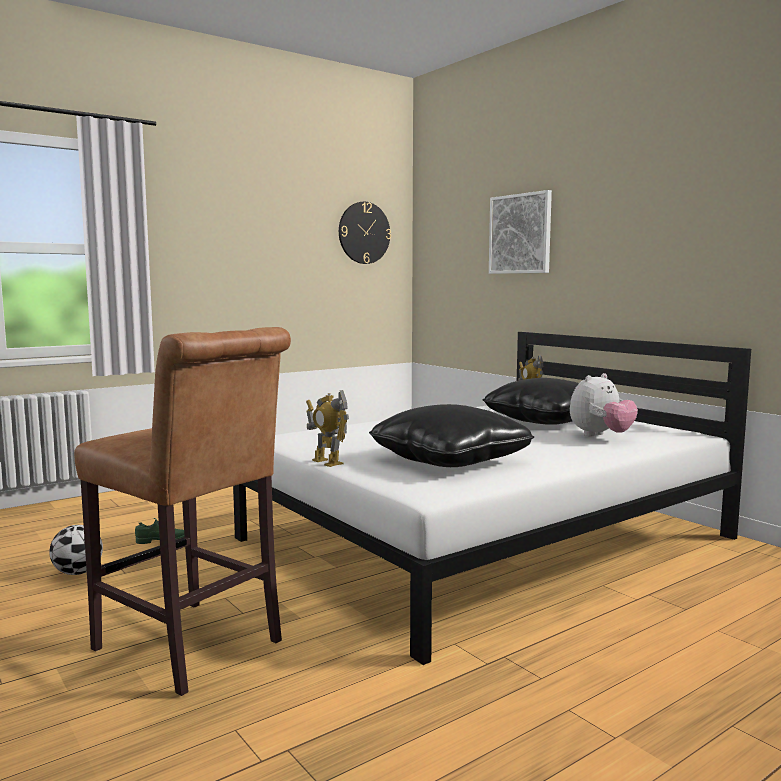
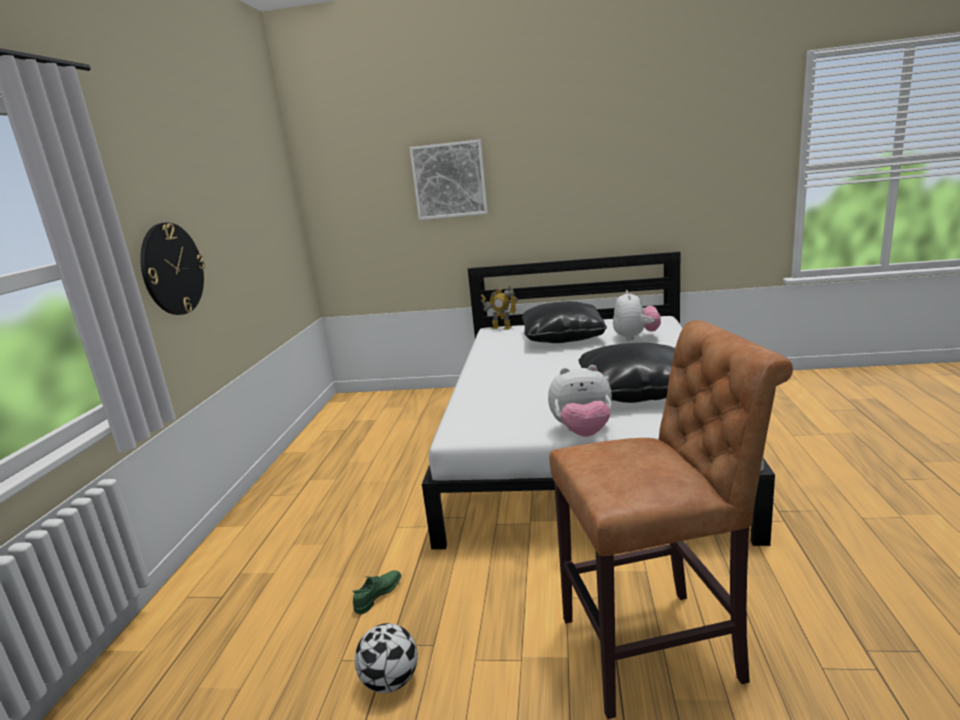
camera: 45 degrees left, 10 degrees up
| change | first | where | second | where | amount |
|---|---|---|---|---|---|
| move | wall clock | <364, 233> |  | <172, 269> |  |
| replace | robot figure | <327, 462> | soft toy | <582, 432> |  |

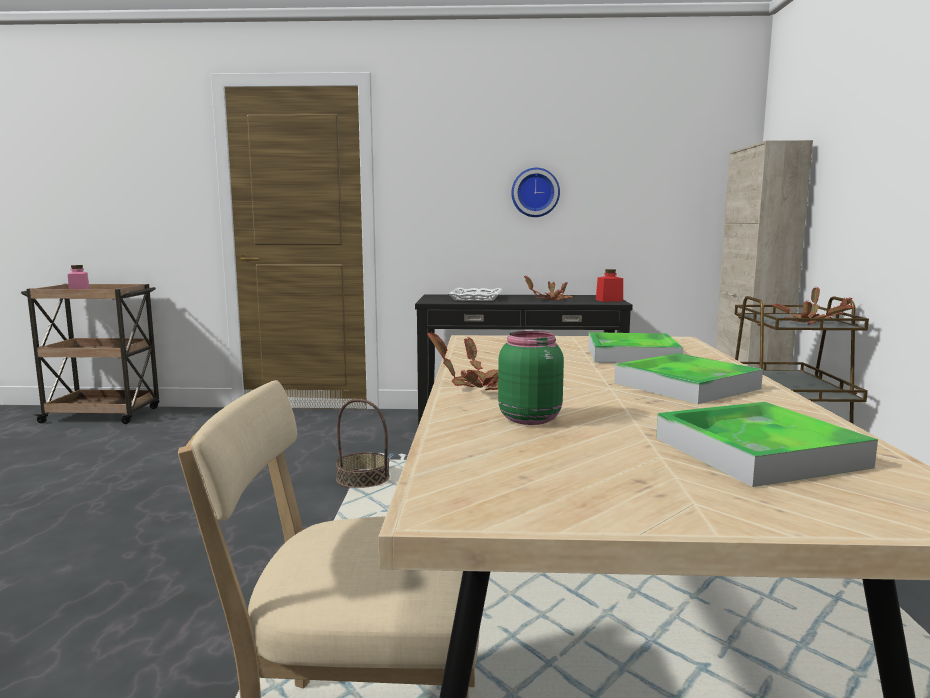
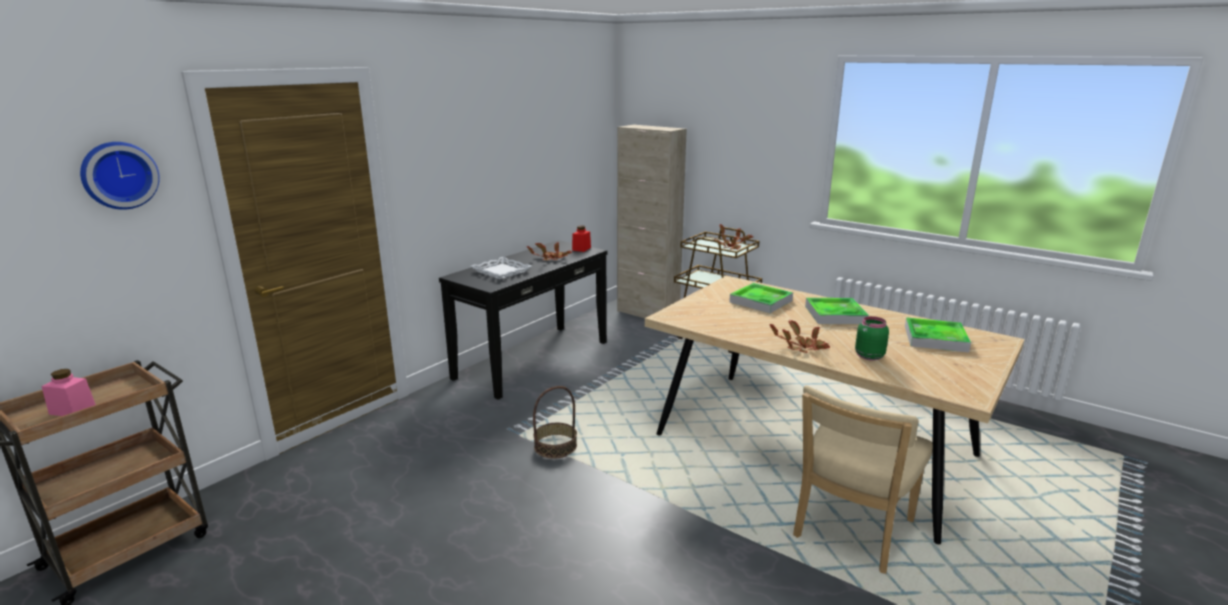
camera: 55 degrees left, 10 degrees up
| change | first | where | second | where | amount |
|---|---|---|---|---|---|
| move | wall clock | <535, 192> |  | <118, 175> |  |

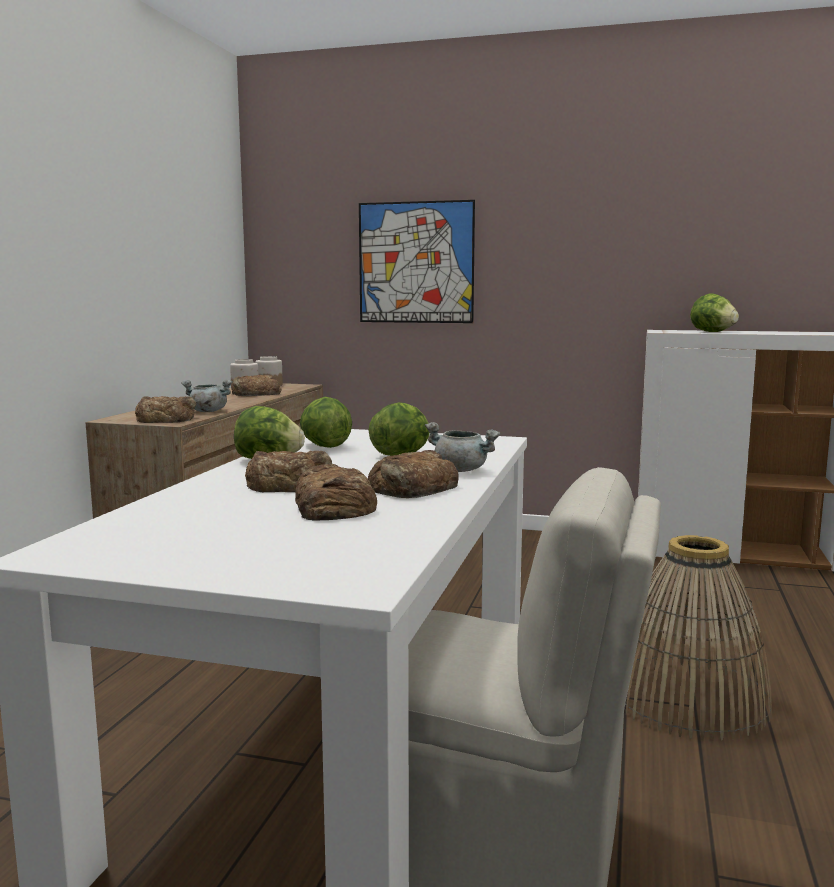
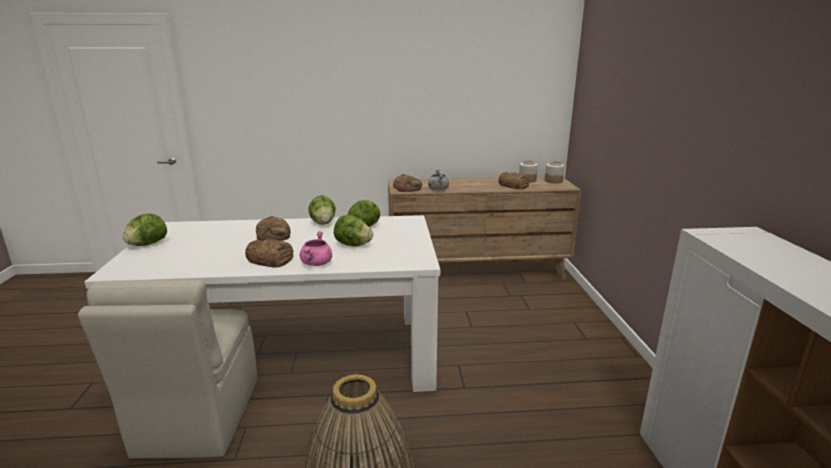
camera: 70 degrees right, 10 degrees up
| change | first | where | second | where | amount |
|---|---|---|---|---|---|
| delete | wall picture | <416, 262> |  |  |  |
| move | lettuce | <712, 332> |  | <147, 244> |  |
| recolor | stockpot (grey) | <462, 470> | stockpot (pinkish) | <317, 264> |  |
| delete | baked bread | <333, 506> |  |  |  |

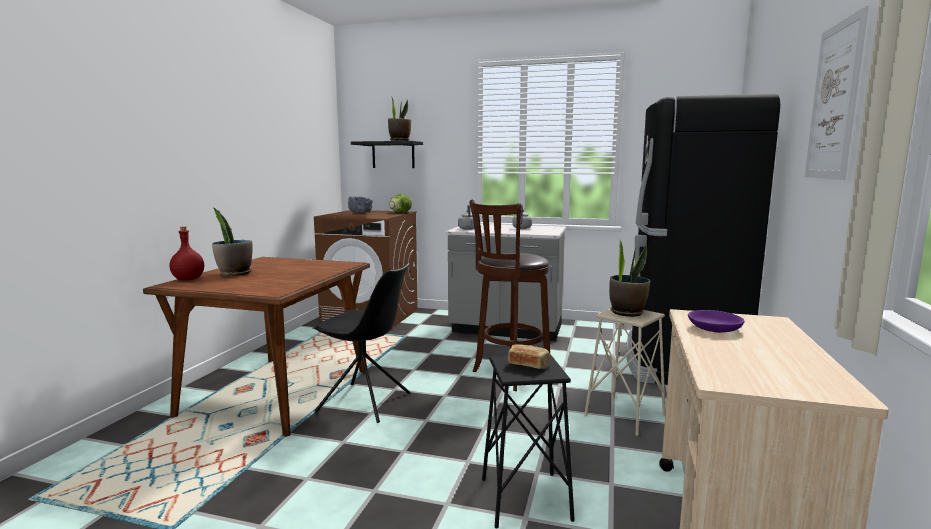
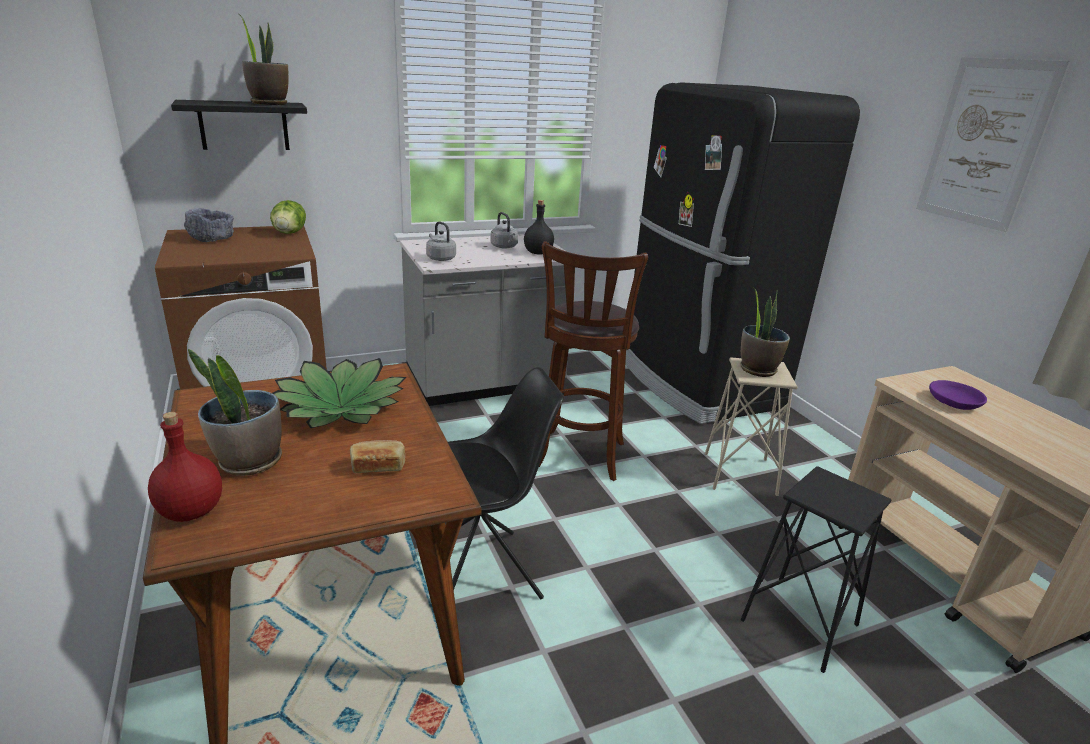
camera: 40 degrees left, 15 degrees up
| change | first | where | second | where | amount |
|---|---|---|---|---|---|
| move | baked bread | <528, 365> |  | <378, 466> |  |
| insert |  |  | drink bottle (blackish) | <537, 253> |  |
| insert |  |  | houseplant | <341, 407> |  |

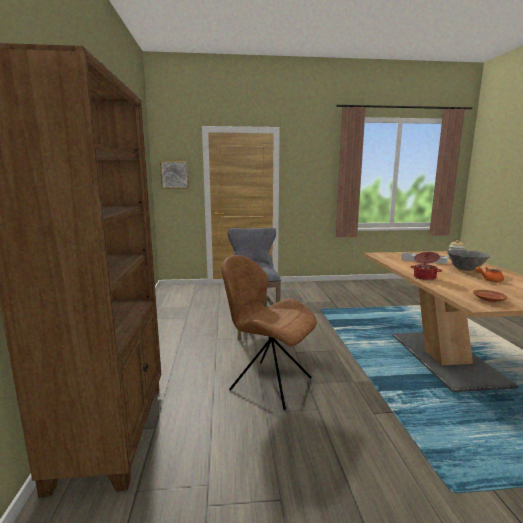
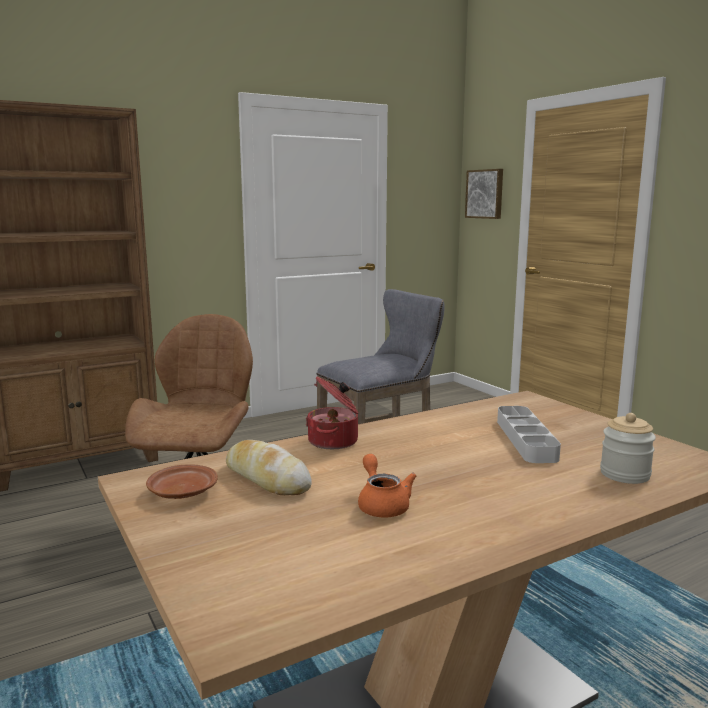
camera: 65 degrees right, 0 degrees up
| change | first | where | second | where | amount |
|---|---|---|---|---|---|
| delete | serving bowl (grey) | <465, 270> |  |  |  |
| insert |  |  | baked bread | <266, 478> |  |

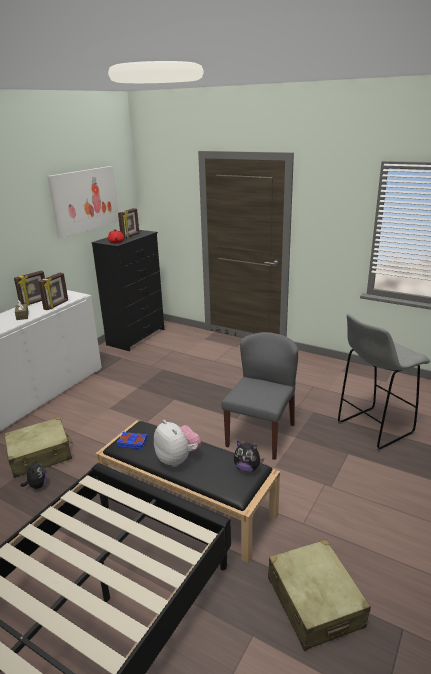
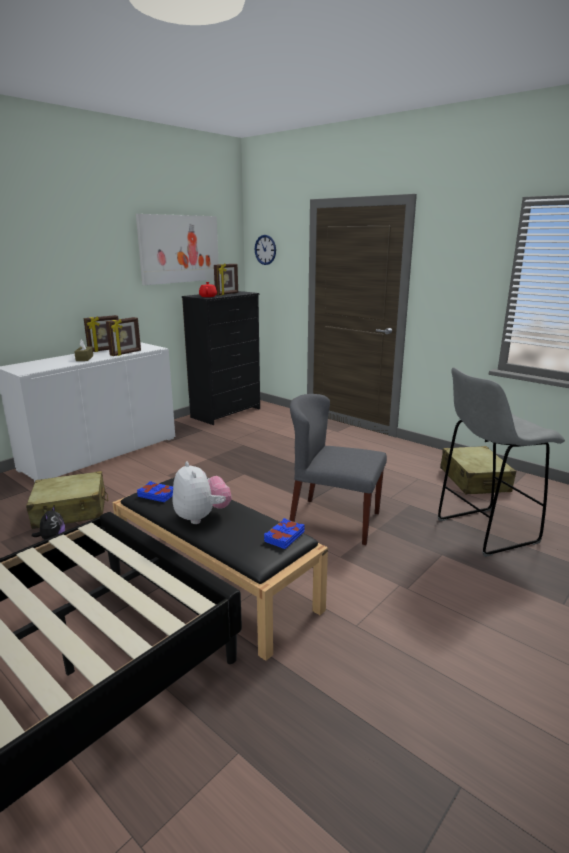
camera: 10 degrees right, 5 degrees down
| change | first | where | second | where | amount |
|---|---|---|---|---|---|
| rotate | chair (grey) | <260, 435> |  | <334, 521> | 105 degrees counterclockwise |
| replace | soft toy | <247, 468> | volume (bluish) | <284, 536> |  |
| move | suitcase (sand-coloured) | <314, 602> |  | <474, 480> |  |
| insert |  |  | wall clock | <265, 250> |  |

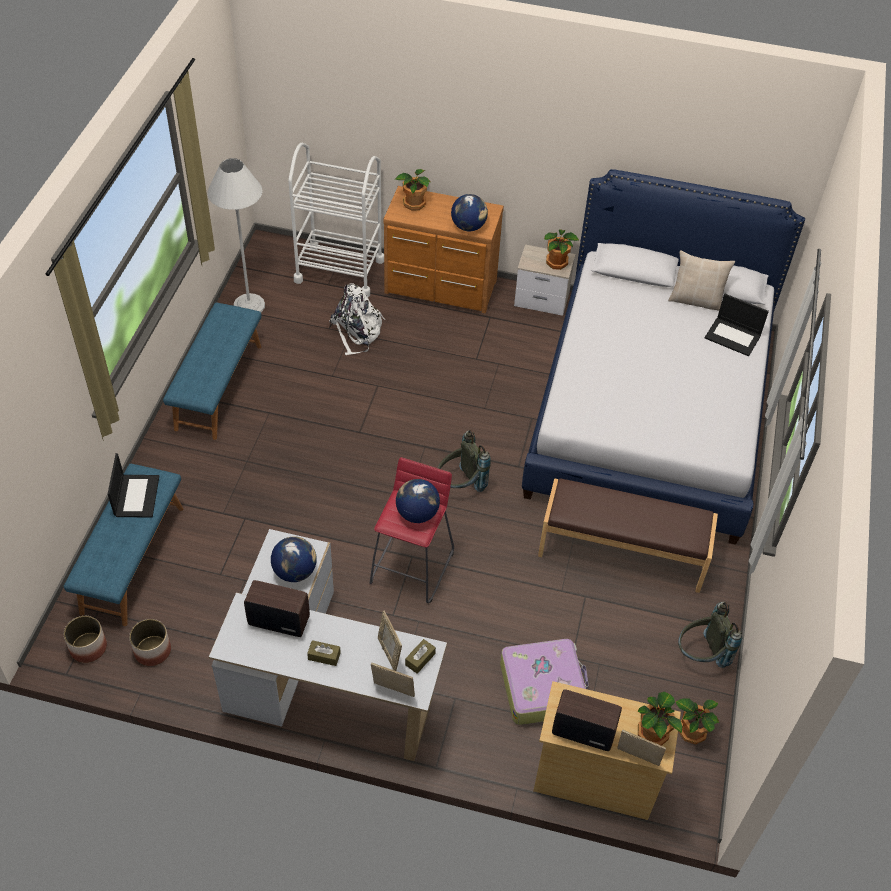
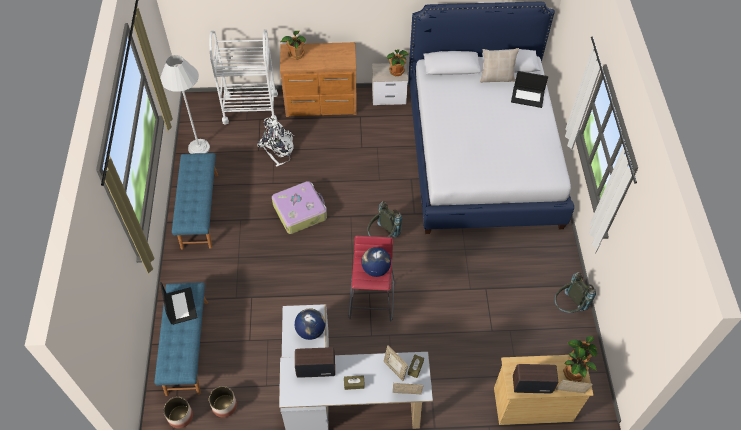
camera: 15 degrees left, 5 degrees up
| change | first | where | second | where | amount |
|---|---|---|---|---|---|
| delete | globe | <468, 226> |  |  |  |
| delete | long seat (brown-coloured) | <622, 551> |  |  |  |
| move | suitcase | <543, 687> |  | <300, 211> |  |

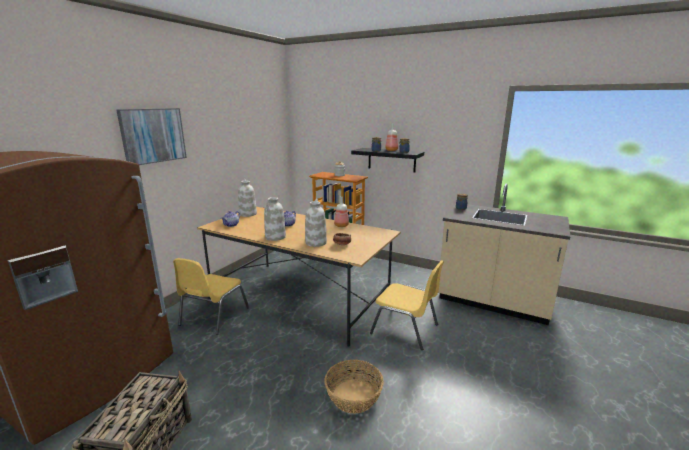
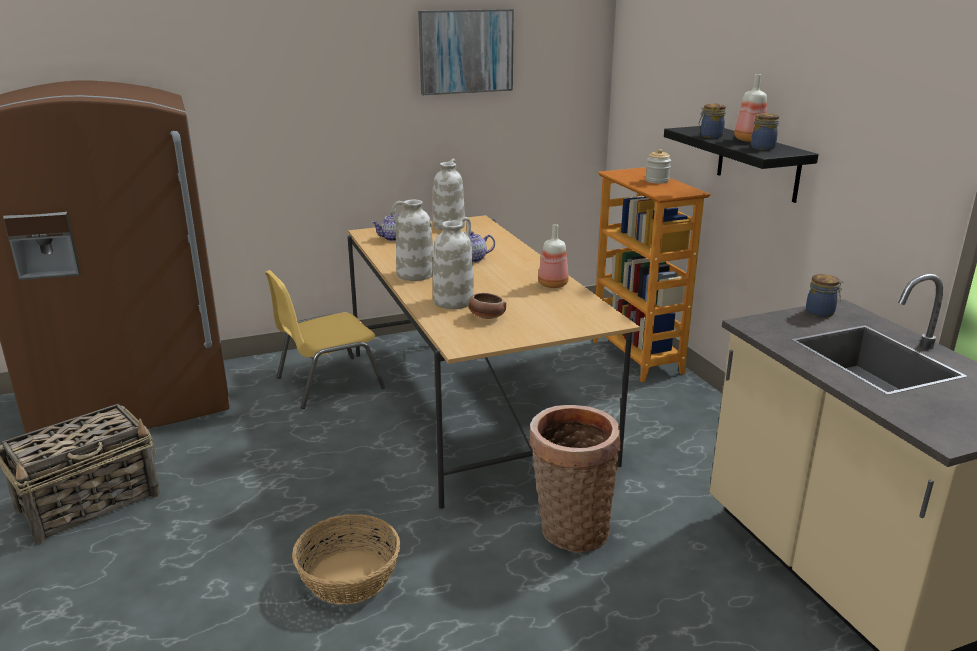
camera: 40 degrees right, 5 degrees up
| change | first | where | second | where | amount |
|---|---|---|---|---|---|
| move | wall picture | <153, 135> |  | <466, 51> |  |
| replace | chair (yellow) | <406, 329> | basket | <569, 530> |  |

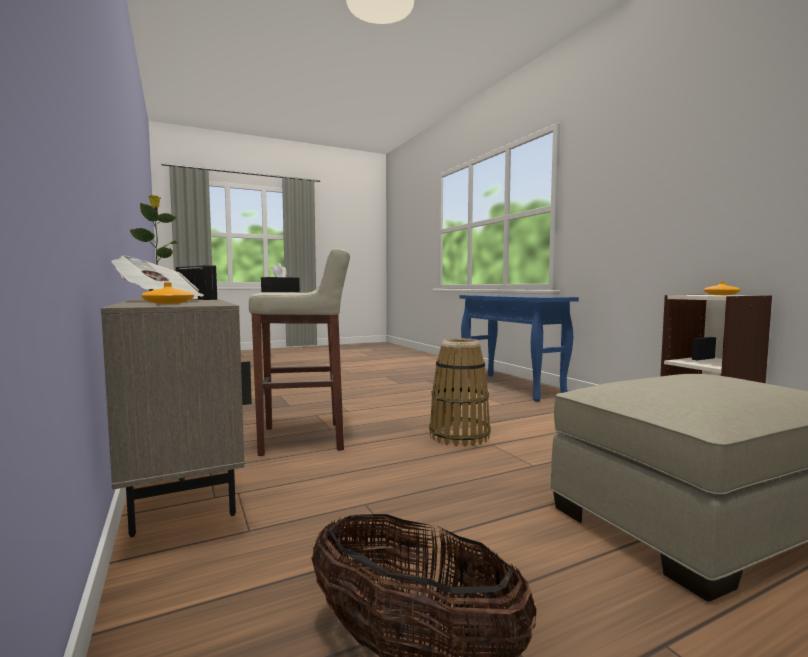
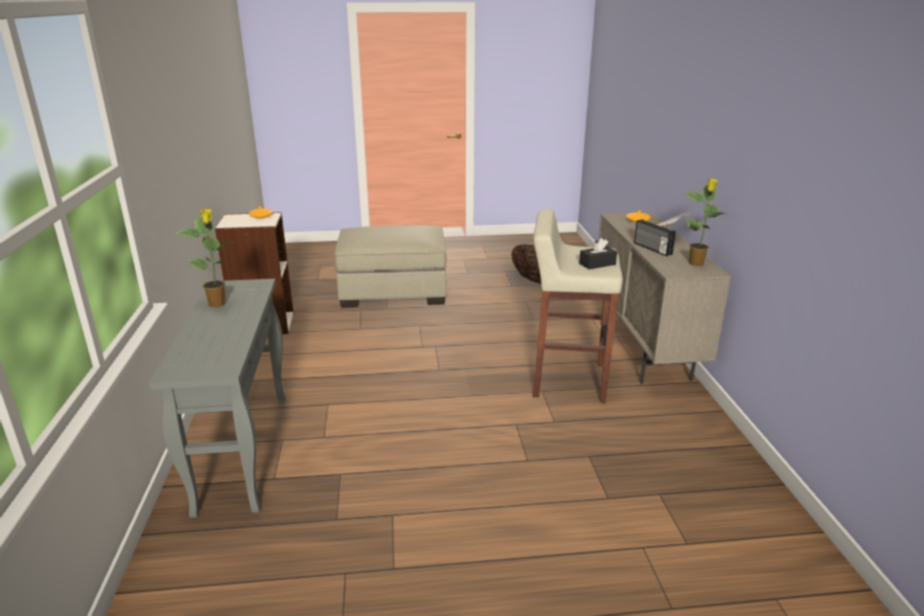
camera: 160 degrees left, 20 degrees up
| change | first | where | second | where | amount |
|---|---|---|---|---|---|
| recolor | hall table (bluish) | <511, 387> | hall table (grey) | <243, 451> |  |
| delete | basket | <459, 436> |  |  |  |
| insert |  |  | houseplant | <218, 304> |  |

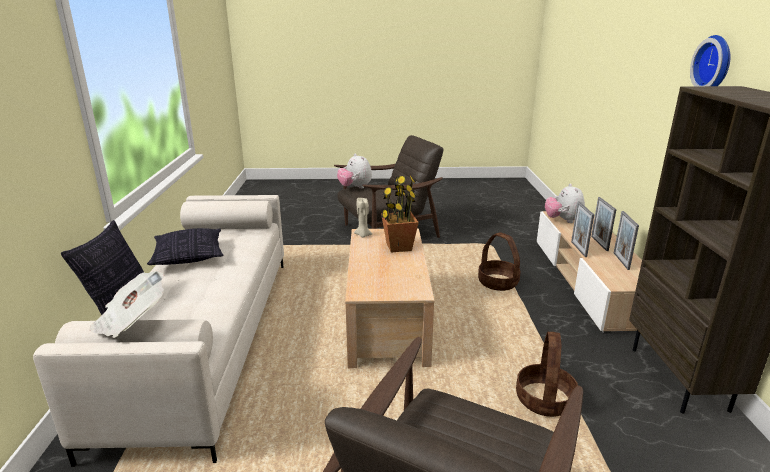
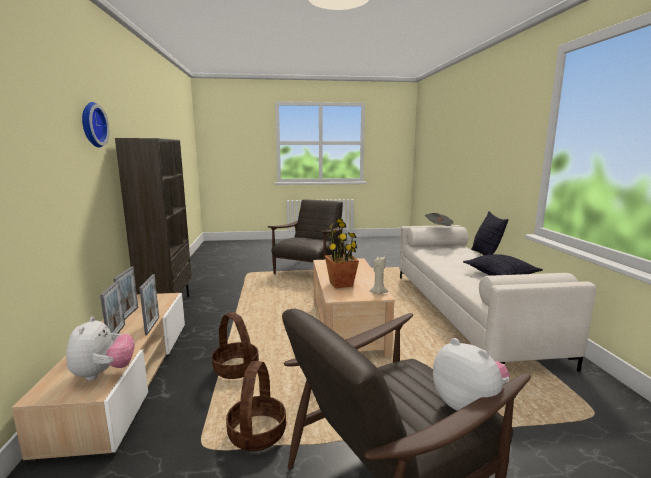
camera: 175 degrees right, 10 degrees down
| change | first | where | second | where | amount |
|---|---|---|---|---|---|
| move | basket | <545, 400> |  | <256, 433> |  |

